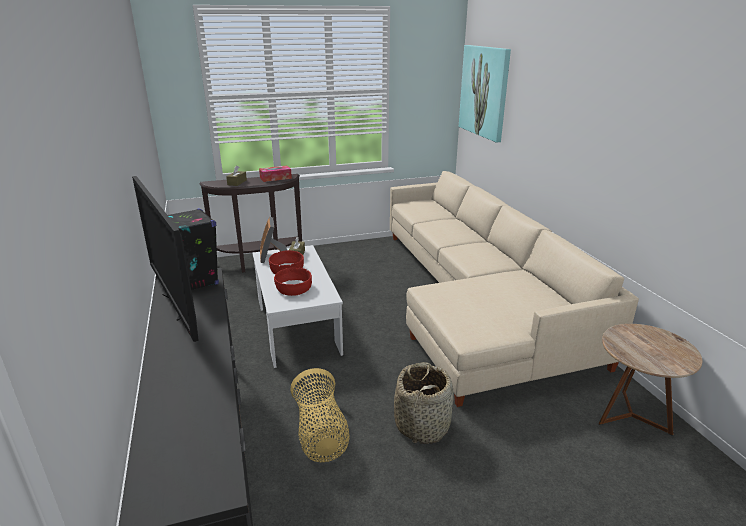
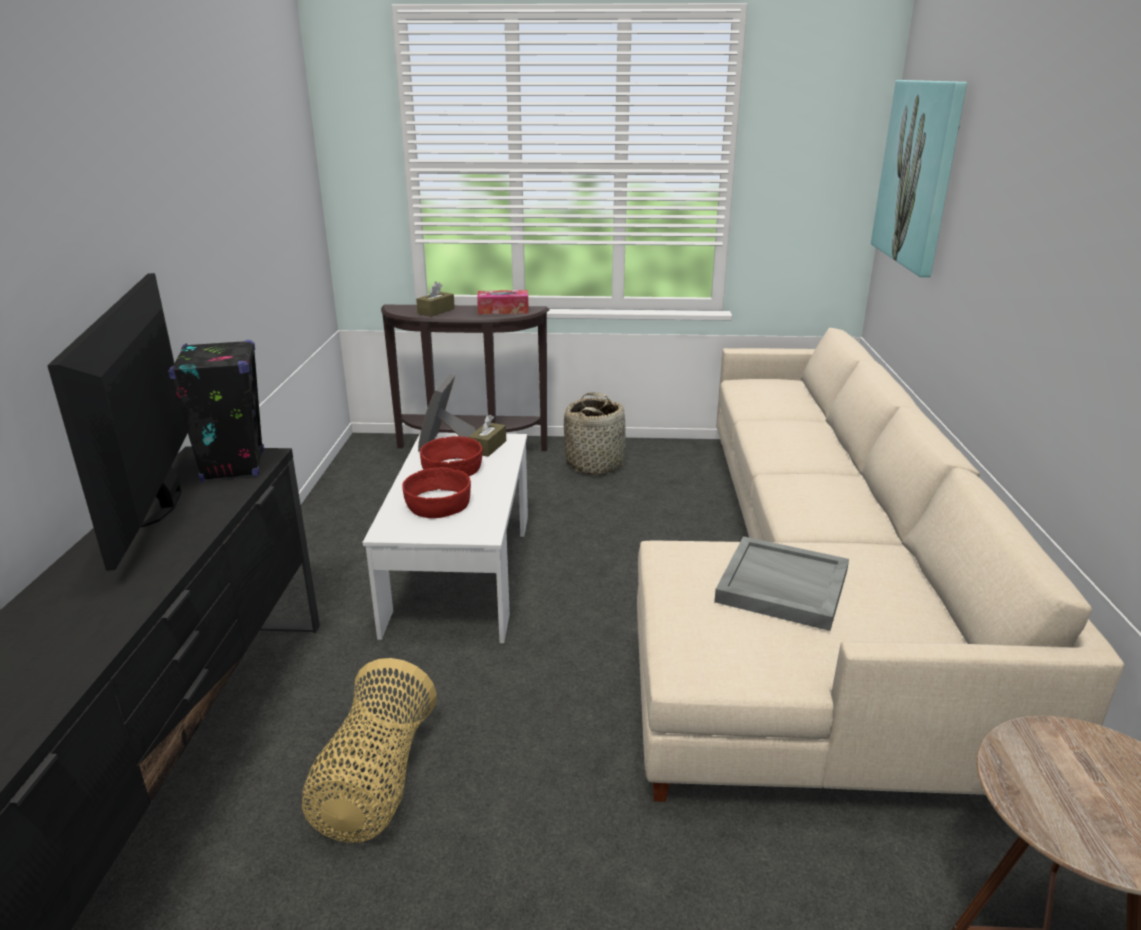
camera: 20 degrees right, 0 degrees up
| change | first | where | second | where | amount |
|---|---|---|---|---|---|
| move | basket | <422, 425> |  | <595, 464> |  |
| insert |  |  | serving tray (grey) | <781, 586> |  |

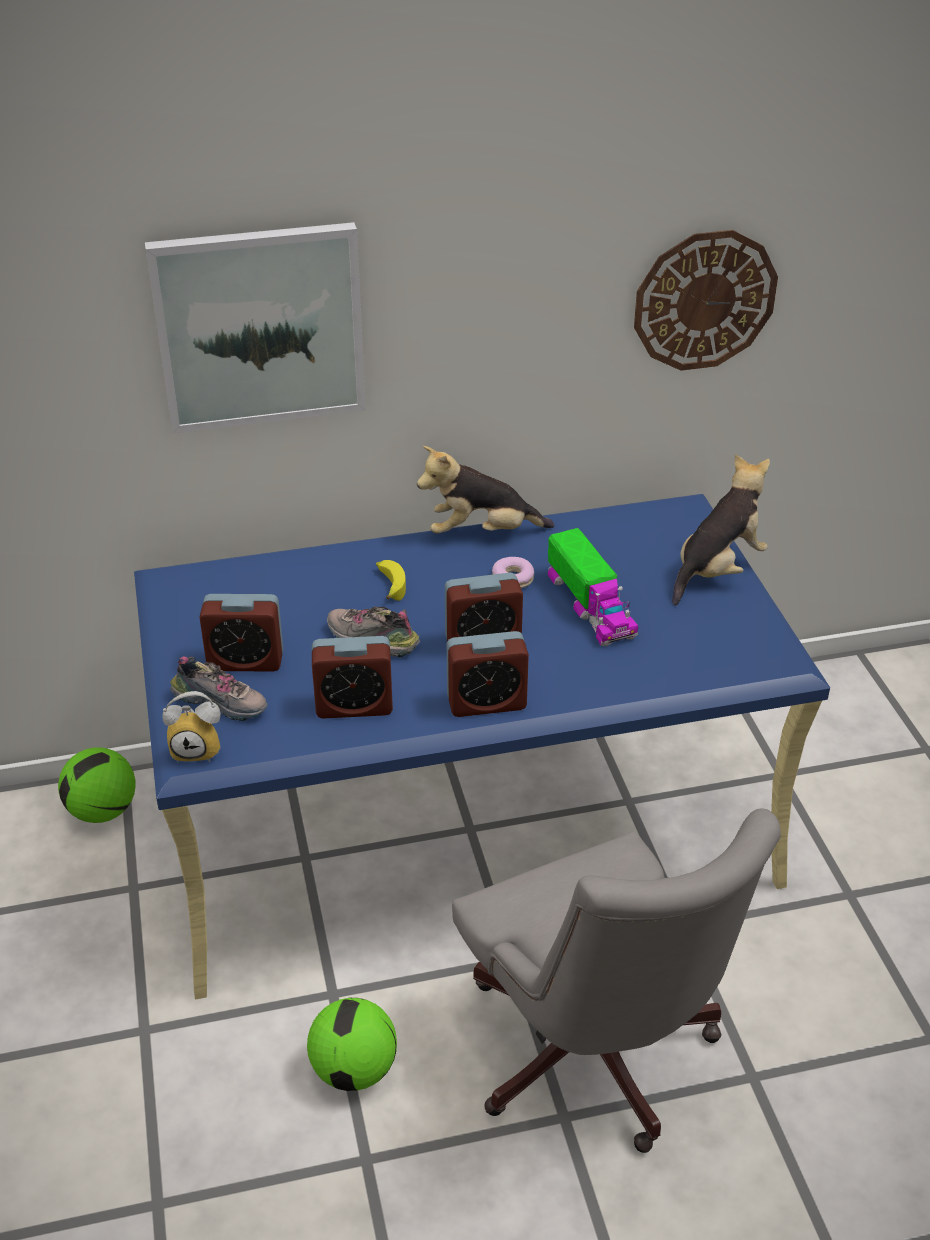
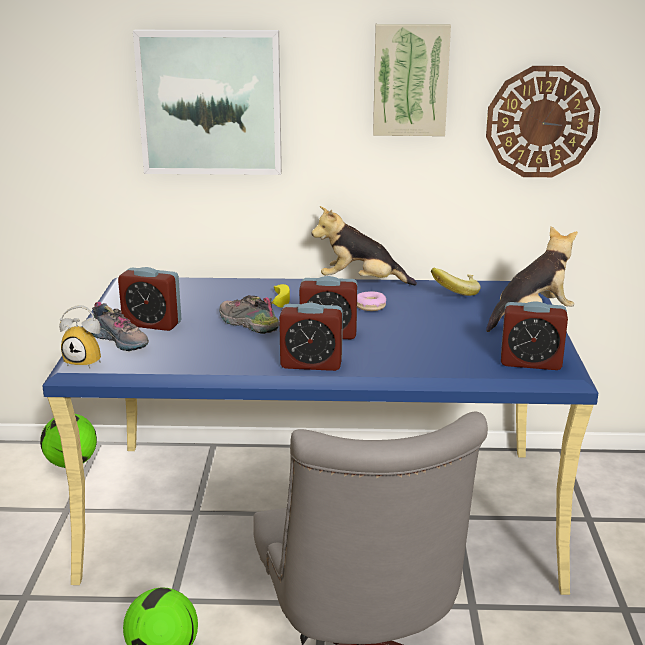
camera: 15 degrees right, 15 degrees down
| change | first | where | second | where | amount |
|---|---|---|---|---|---|
| delete | model truck | <590, 605> |  |  |  |
| move | bedside clock | <354, 706> |  | <530, 363> |  |
| insert |  |  | wall picture | <410, 80> |  |
| insert |  |  | whole banana | <454, 293> |  |

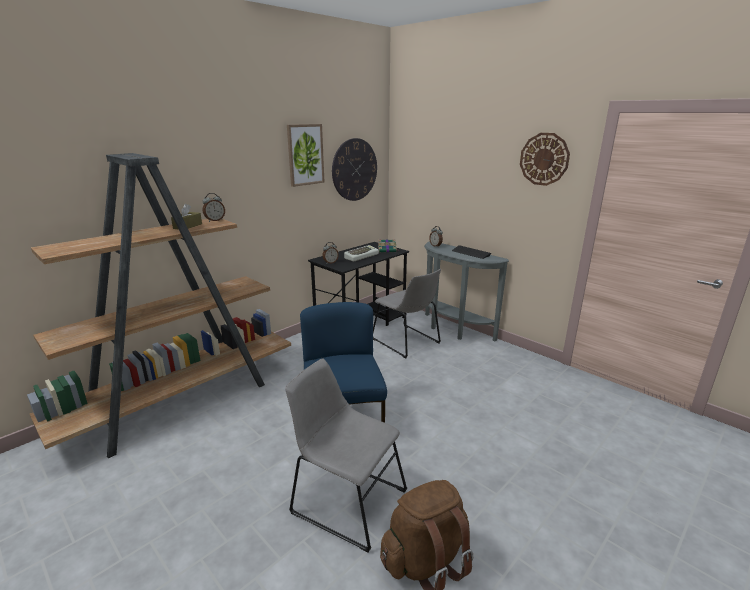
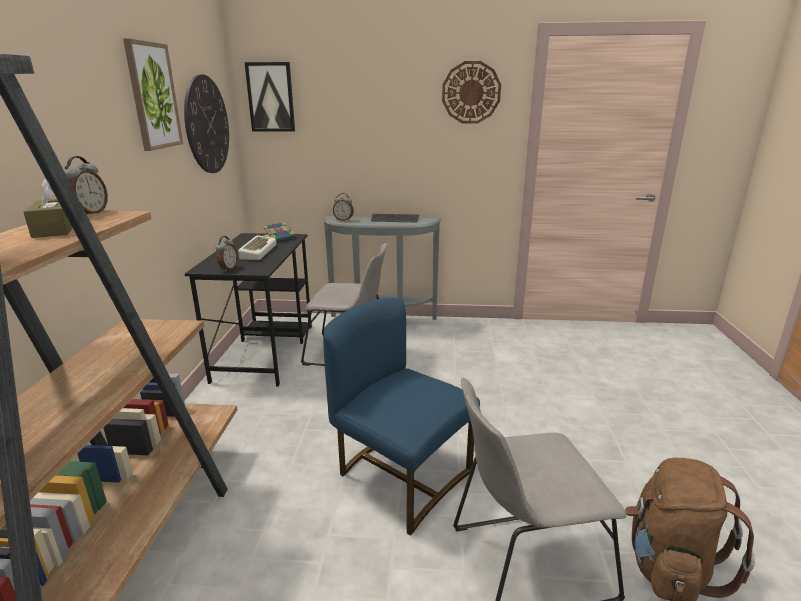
camera: 40 degrees left, 0 degrees up
| change | first | where | second | where | amount |
|---|---|---|---|---|---|
| insert |  |  | wall picture | <271, 97> |  |

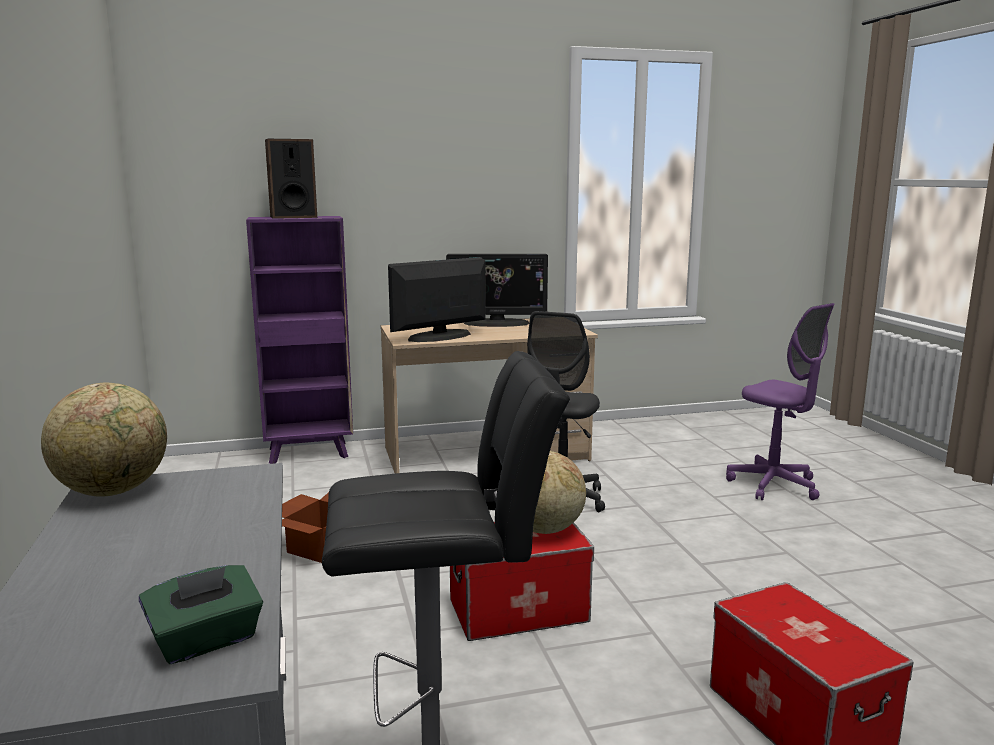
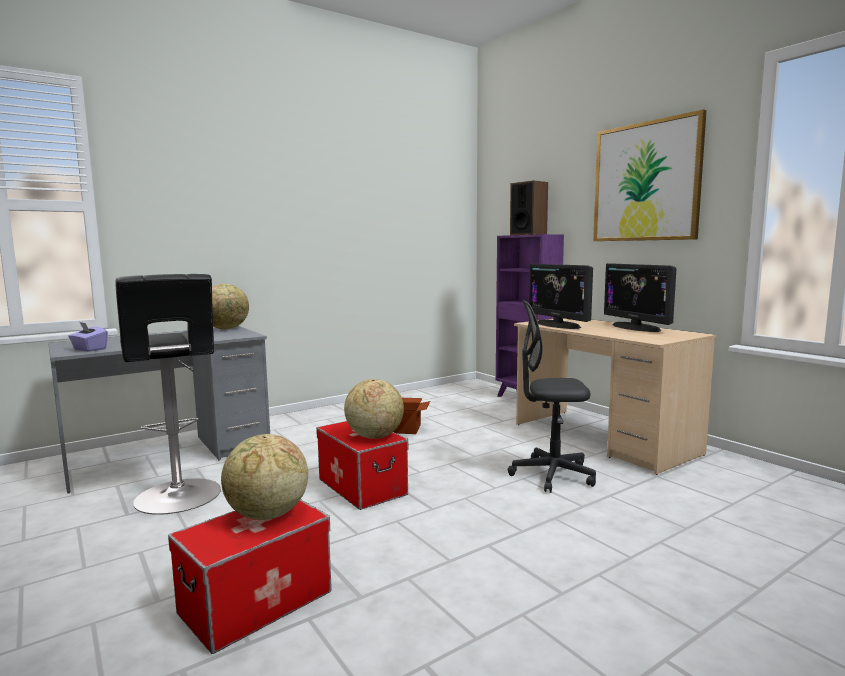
camera: 70 degrees right, 5 degrees down
| change | first | where | second | where | amount |
|---|---|---|---|---|---|
| rotate | computer display | <440, 336> |  | <558, 325> | 150 degrees counterclockwise |
| delete | desk chair (purple) | <774, 485> |  |  |  |
| recolor | box of tissues (green-coloured) | <206, 641> | box of tissues (purple) | <89, 349> |  |
| insert |  |  | wall picture | <646, 182> |  |
| insert |  |  | globe | <267, 515> |  |

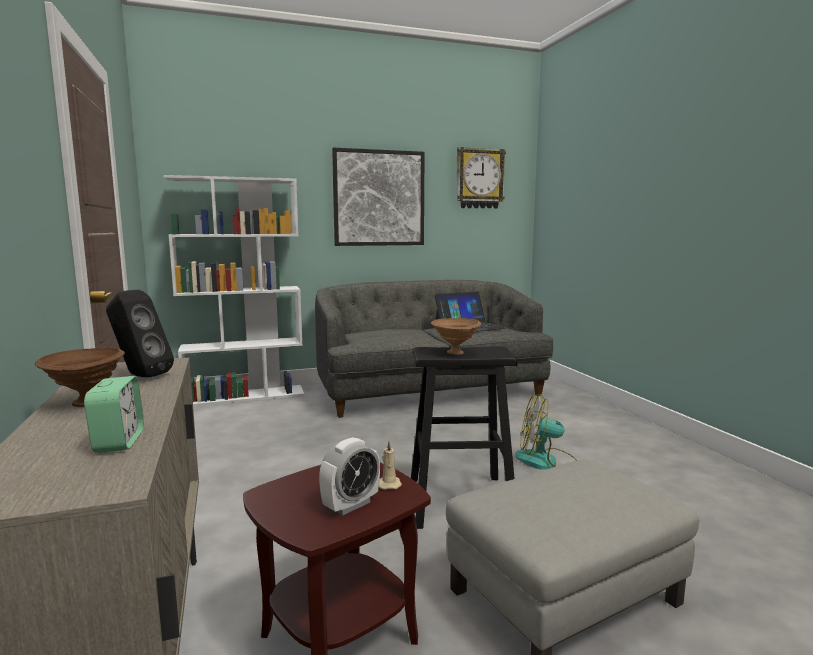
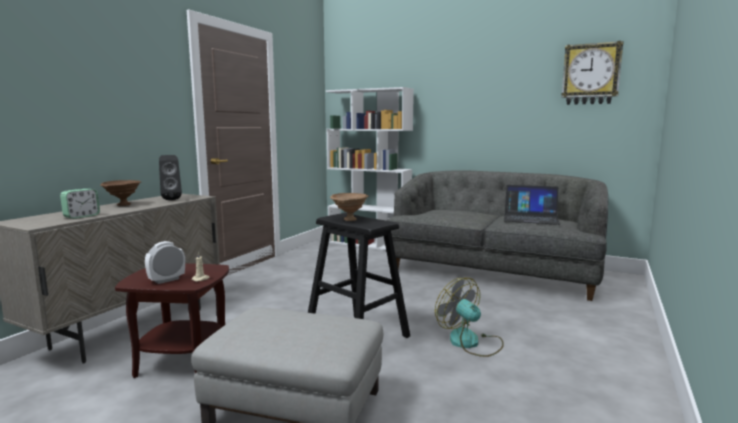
camera: 45 degrees right, 0 degrees up
| change | first | where | second | where | amount |
|---|---|---|---|---|---|
| delete | wall picture | <379, 198> |  |  |  |
| rotate | bedside clock | <351, 505> |  | <167, 280> | 135 degrees clockwise |

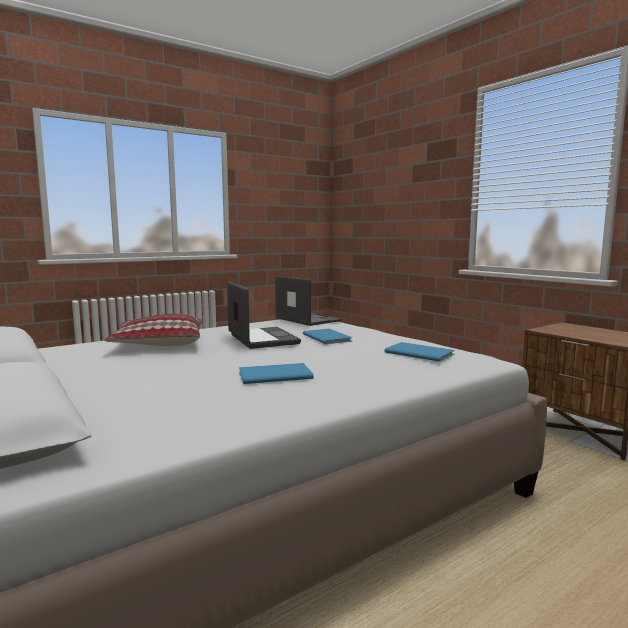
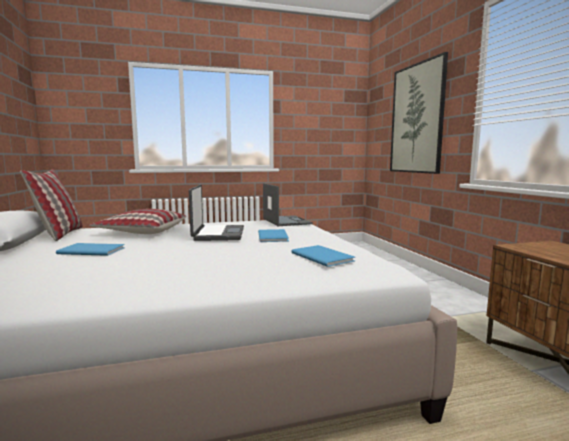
camera: 20 degrees right, 0 degrees up
| change | first | where | second | where | amount |
|---|---|---|---|---|---|
| move | volume (bluish) | <273, 375> |  | <91, 250> |  |
| insert |  |  | wall picture | <417, 119> |  |
| insert |  |  | pillow | <60, 234> |  |

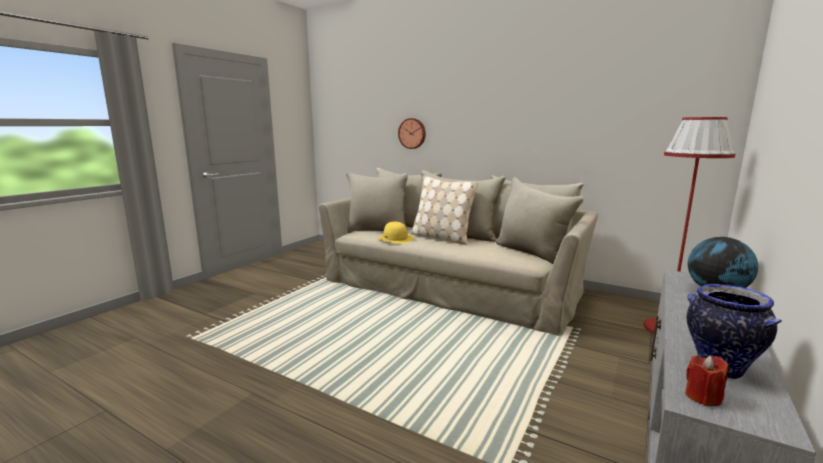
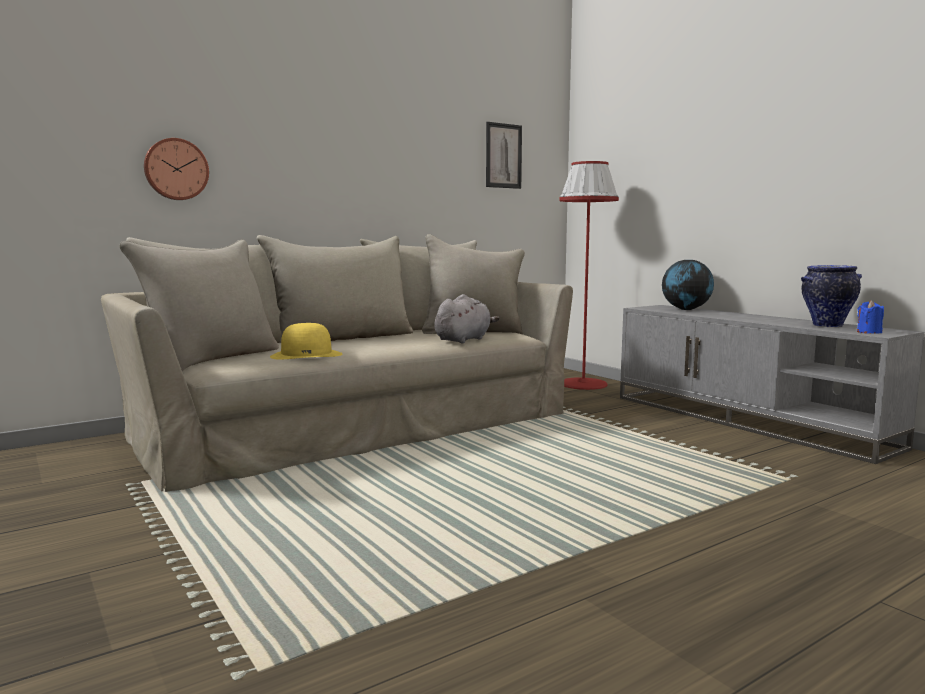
camera: 65 degrees left, 5 degrees down
| change | first | where | second | where | amount |
|---|---|---|---|---|---|
| delete | pillow (sand-coloured) | <441, 238> |  |  |  |
| recolor | wax light (red-coloured) | <703, 397> | wax light (bluish) | <869, 332> |  |
| insert |  |  | wall picture | <503, 156> |  |
| insert |  |  | soft toy (grey) | <464, 340> |  |

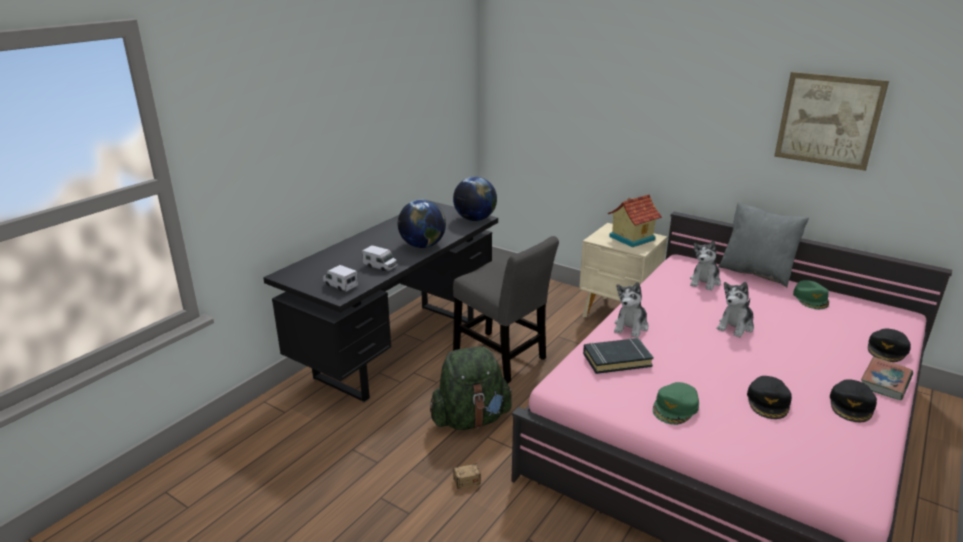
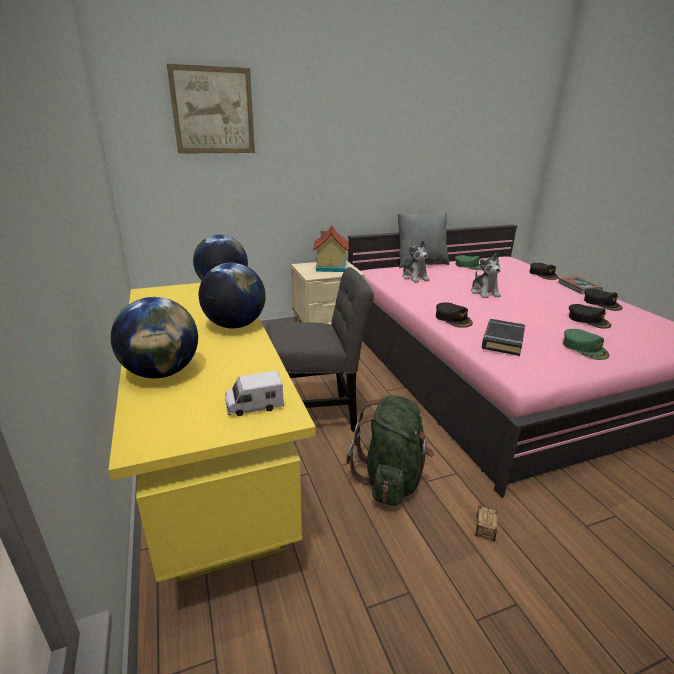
camera: 55 degrees left, 0 degrees up
| change | first | where | second | where | amount |
|---|---|---|---|---|---|
| move | wall picture | <828, 120> |  | <213, 111> |  |
| recolor | desk (blackish) | <398, 347> | desk (yellow) | <213, 472> |  |
| delete | model truck | <380, 266> |  |  |  |
| replace | soft toy | <631, 327> | cap (blackish) | <453, 319> |  |
| insert |  |  | globe | <162, 372> |  |

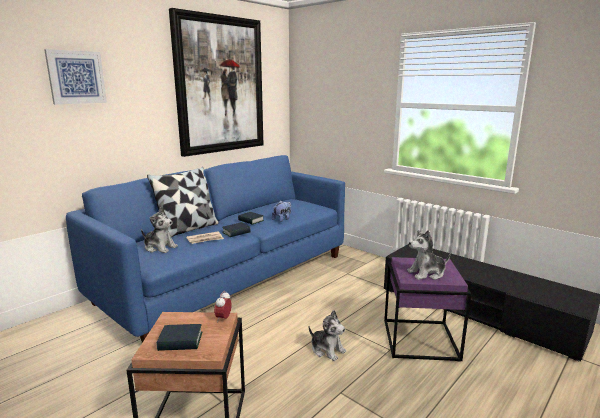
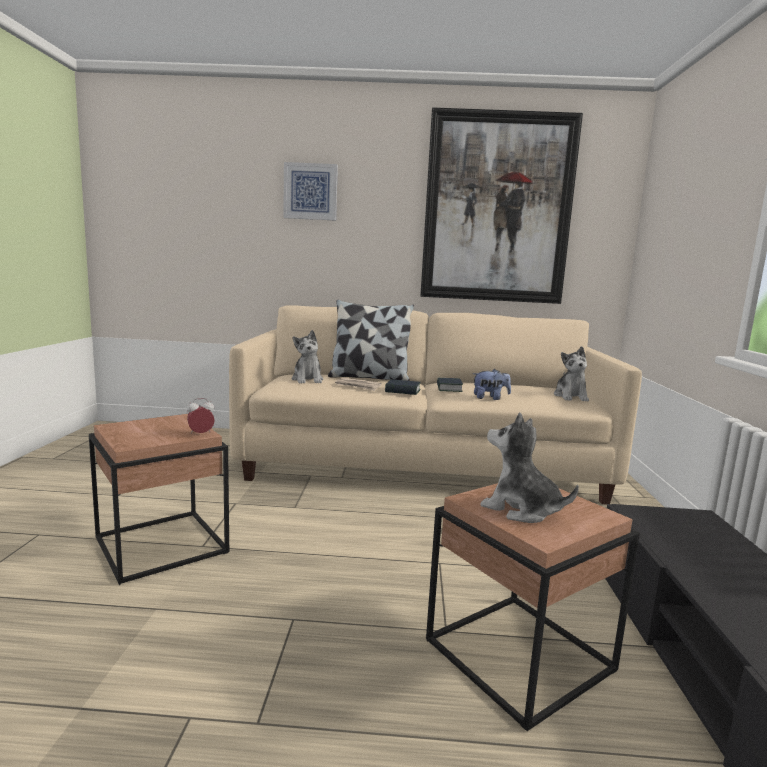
camera: 50 degrees right, 5 degrees down
| change | first | where | second | where | amount |
|---|---|---|---|---|---|
| recolor | settee (bluish) | <229, 277> | settee (sand-coloured) | <422, 465> |  |
| recolor | end table (purple) | <421, 340> | end table (brown-coloured) | <519, 657> |  |
| move | soft toy | <327, 350> |  | <570, 397> |  |
| delete | volume | <180, 341> |  |  |  |

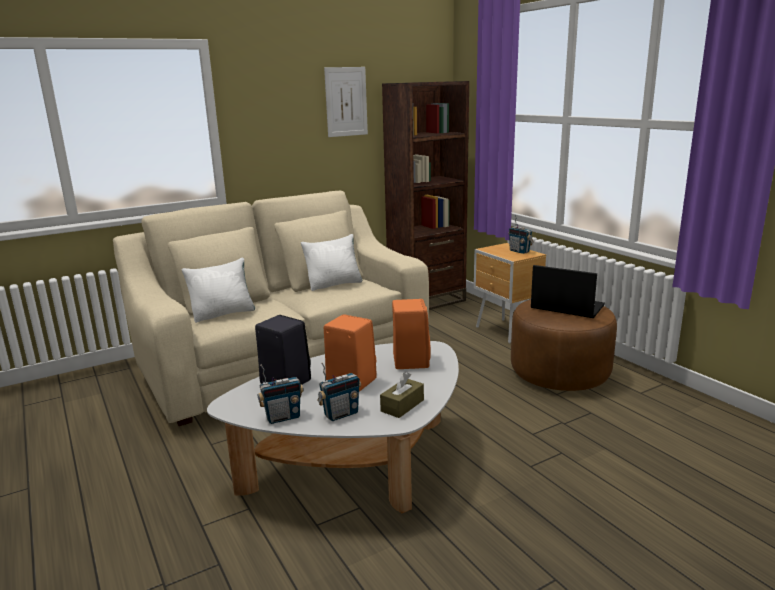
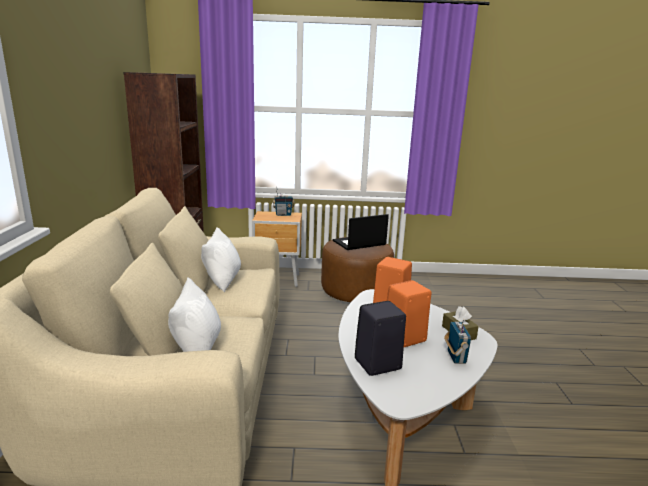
camera: 60 degrees left, 0 degrees up
| change | first | where | second | where | amount |
|---|---|---|---|---|---|
| delete | wall picture | <346, 102> |  |  |  |
| delete | radio | <283, 417> |  |  |  |

